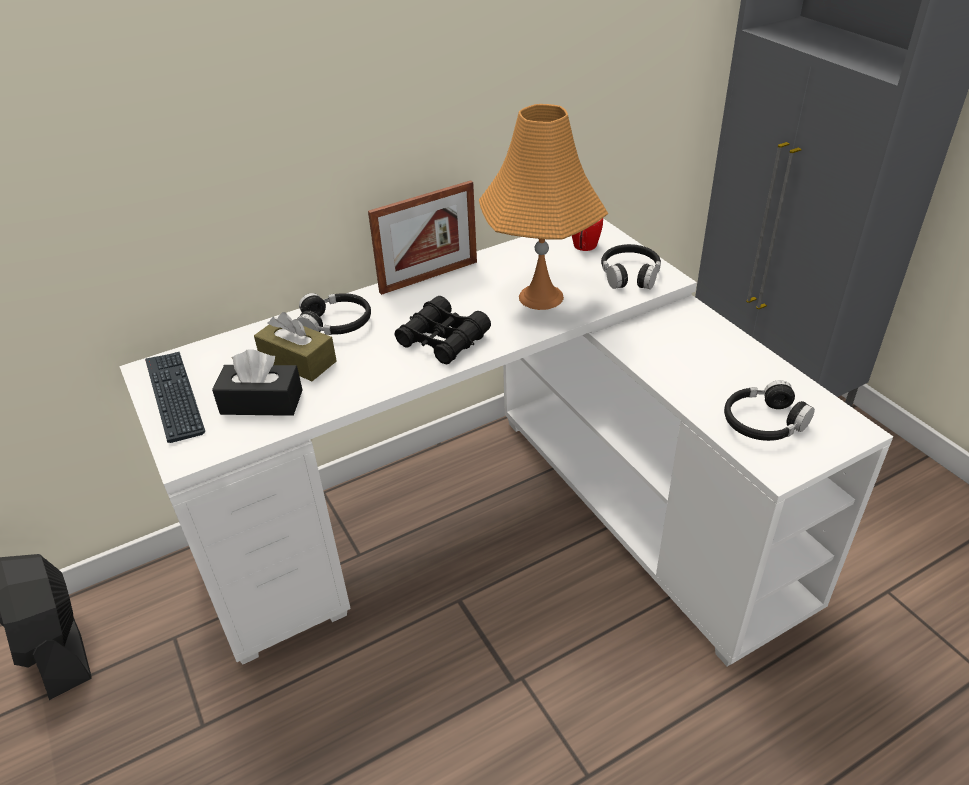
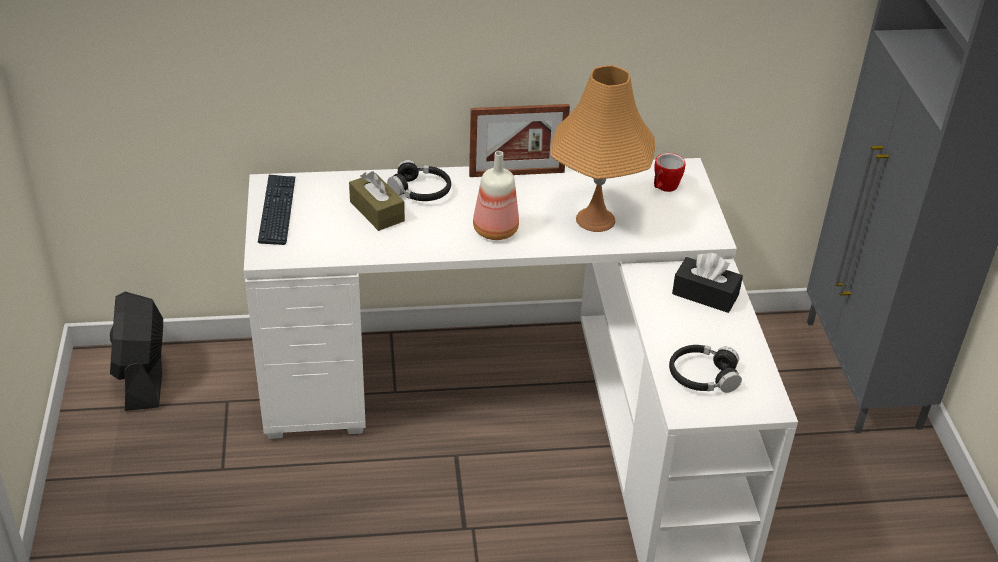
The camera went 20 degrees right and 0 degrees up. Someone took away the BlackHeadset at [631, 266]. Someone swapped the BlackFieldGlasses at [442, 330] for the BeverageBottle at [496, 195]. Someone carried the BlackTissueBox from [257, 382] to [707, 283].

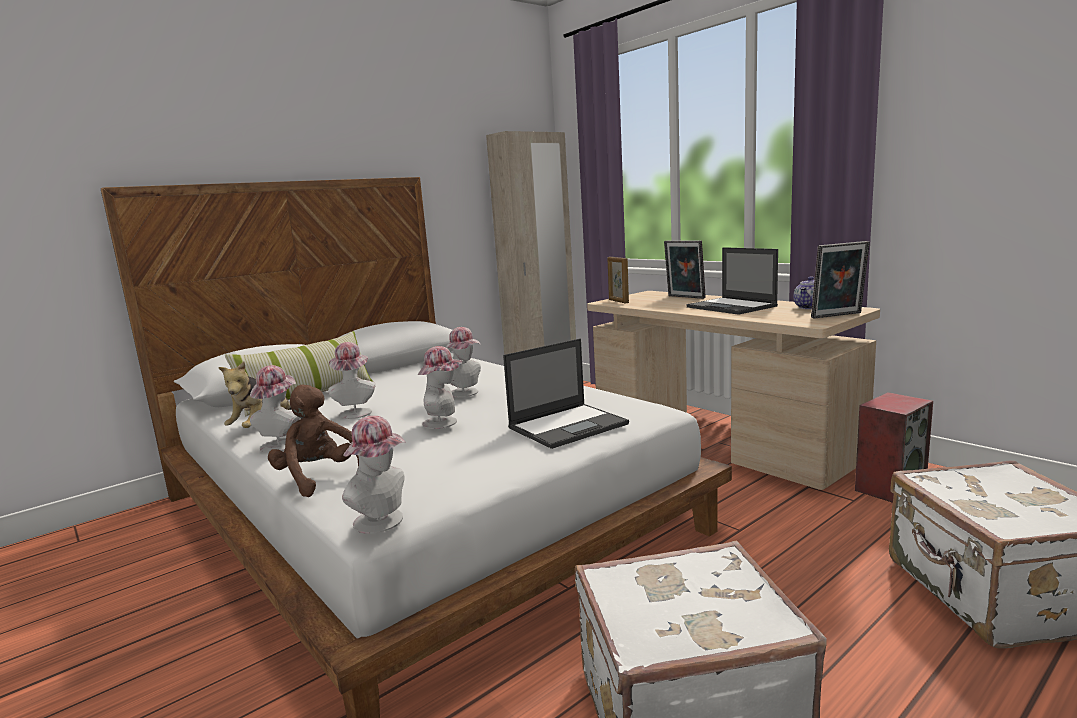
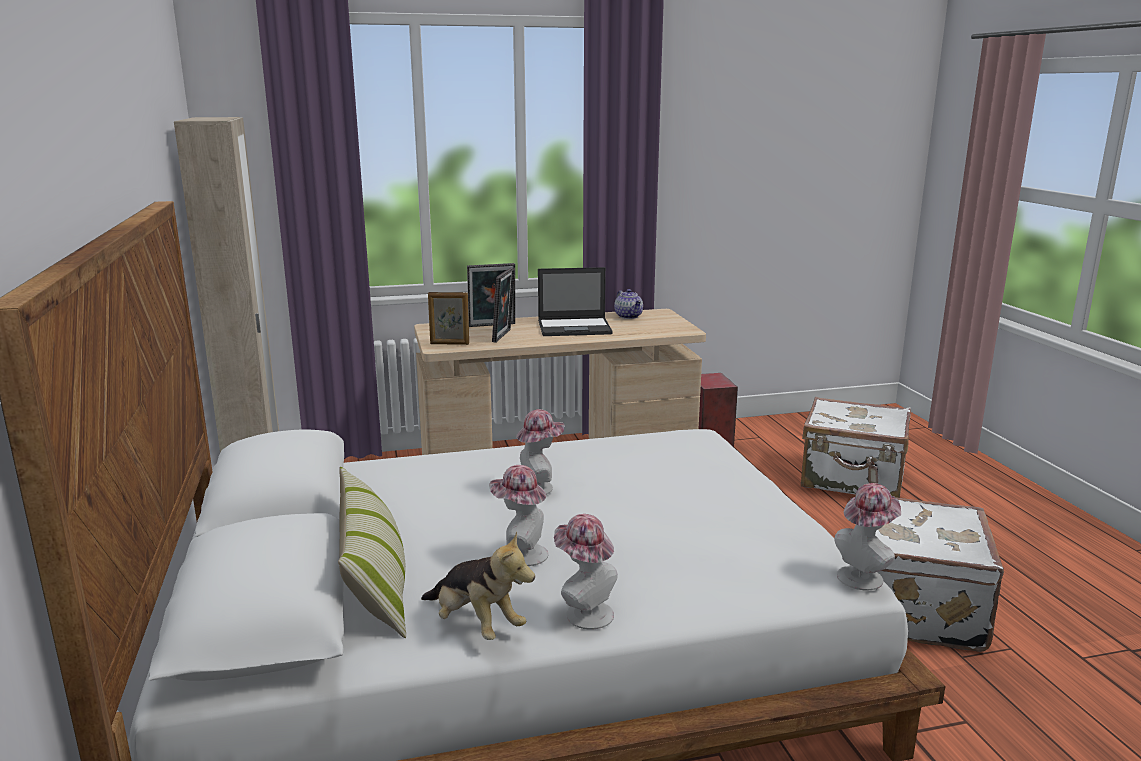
The camera went 65 degrees left and 5 degrees up. Someone carried the StandingFrame from [840, 279] to [503, 305]. Someone took away the Laptop at [566, 393]. Someone took away the WearableHat at [440, 387]. Someone took away the BrownishCuddlyToy at [313, 441].

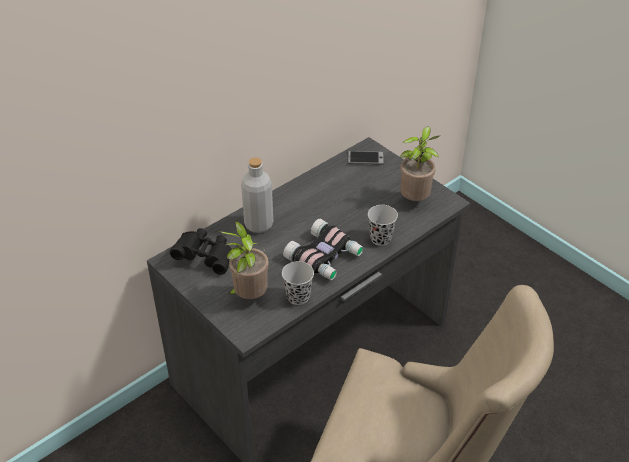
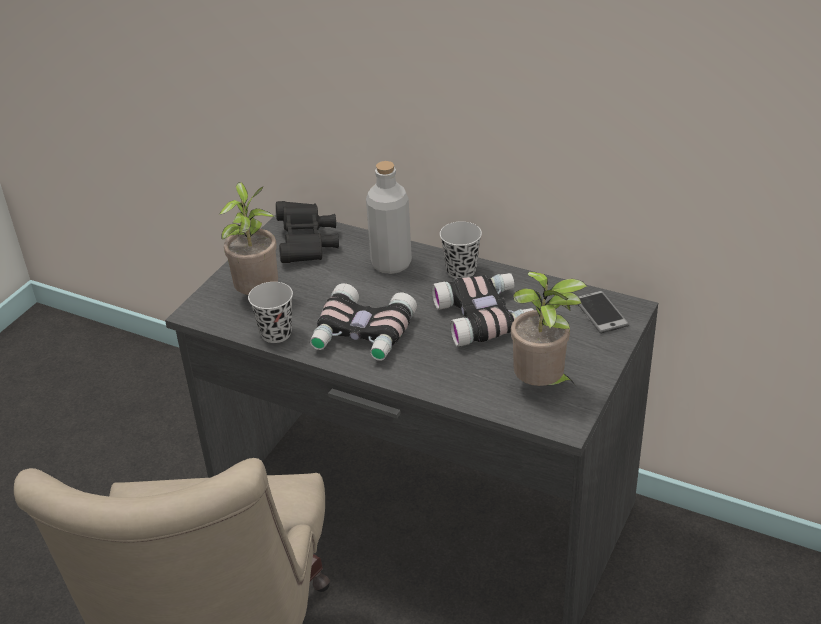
The camera went 70 degrees right and 5 degrees down. Someone carried the BlackDrinkingCup from [383, 225] to [461, 250]. Someone put down the FieldGlasses at [483, 310].

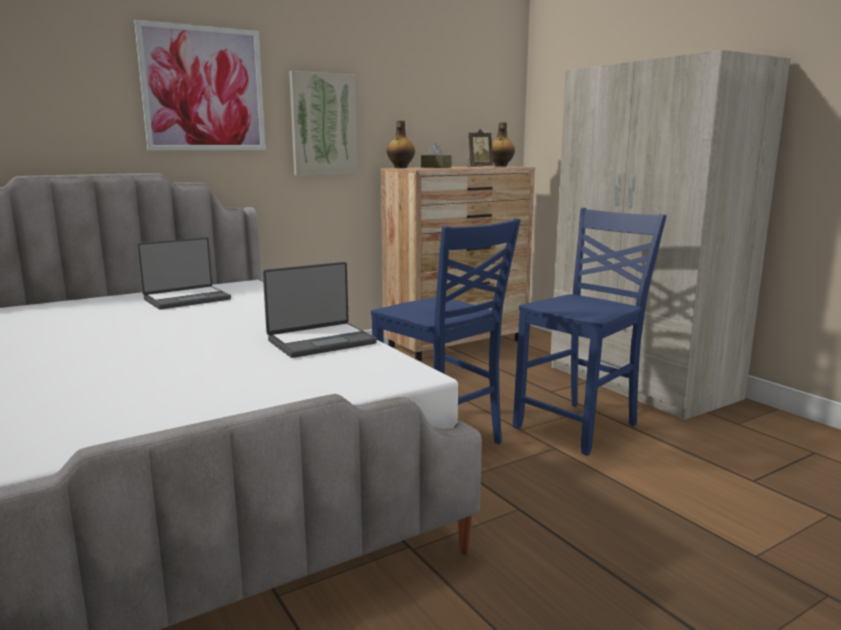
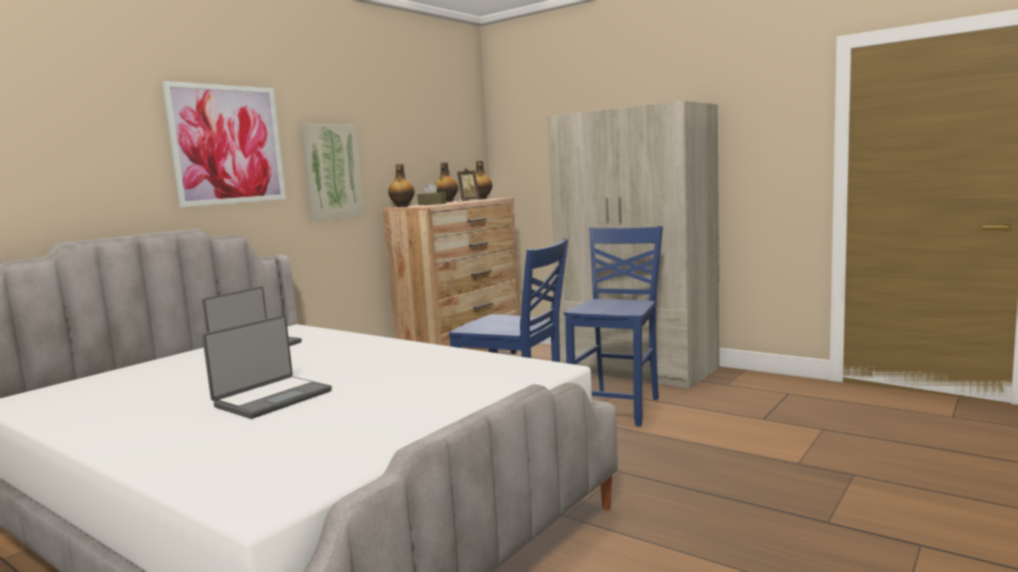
The camera went 20 degrees left and 5 degrees down. Someone carried the Laptop from [320, 310] to [267, 367]. Someone put down the BeverageBottle at [446, 182].

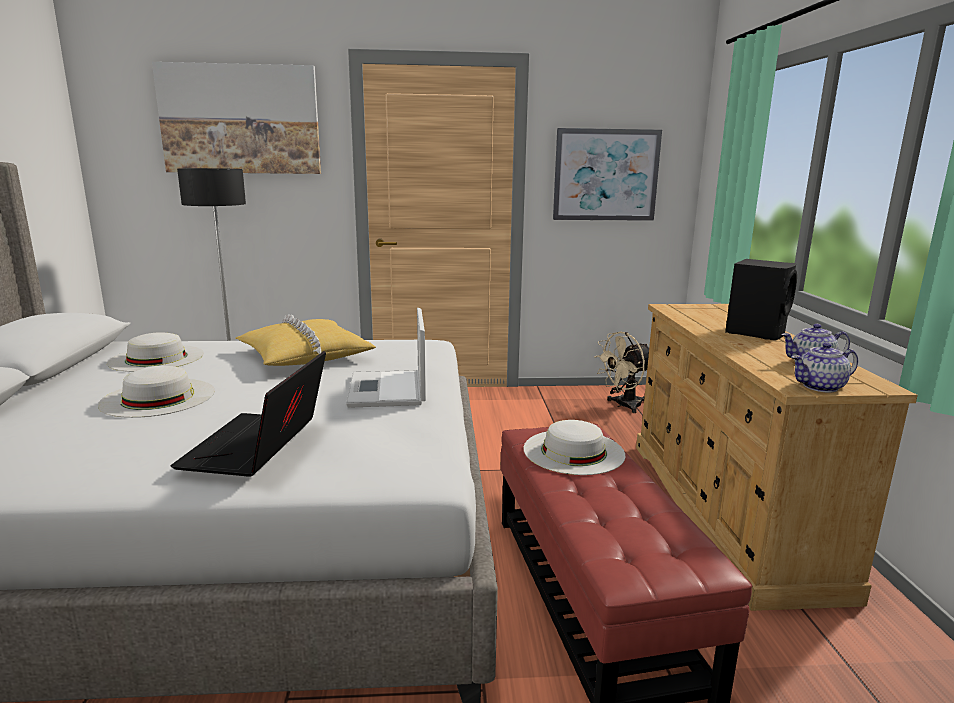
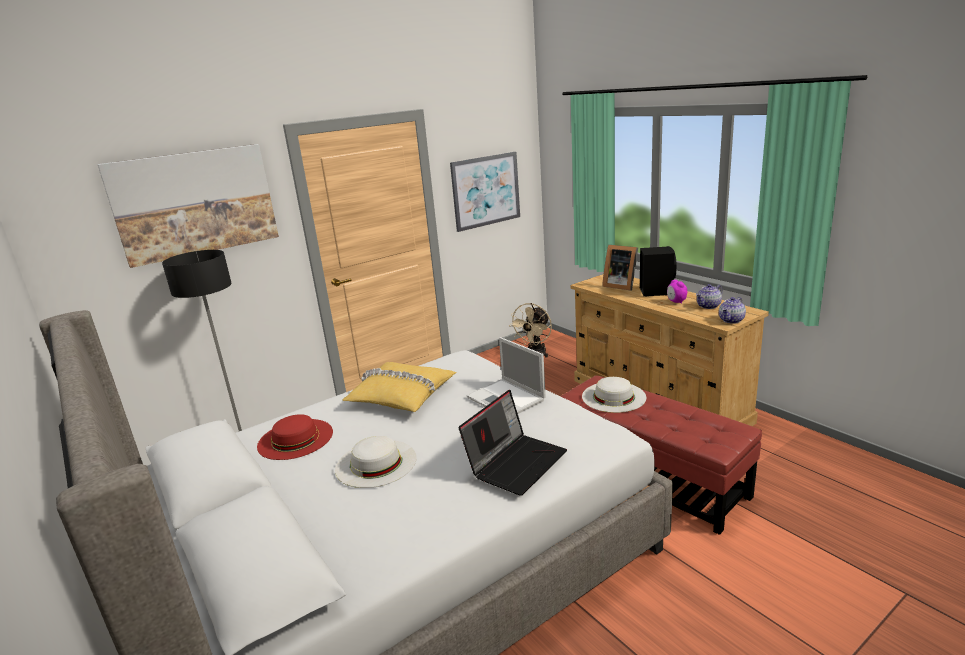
The camera went 30 degrees left and 5 degrees up. Someone repainted the WhiteWearableHat at [155, 352], which became the ReddishWearableHat at [295, 437]. Someone rotated the Laptop at [248, 414] by 120 degrees counterclockwise. Someone put down the StandingFrame at [620, 268]. Someone put down the AlarmClock at [677, 292].

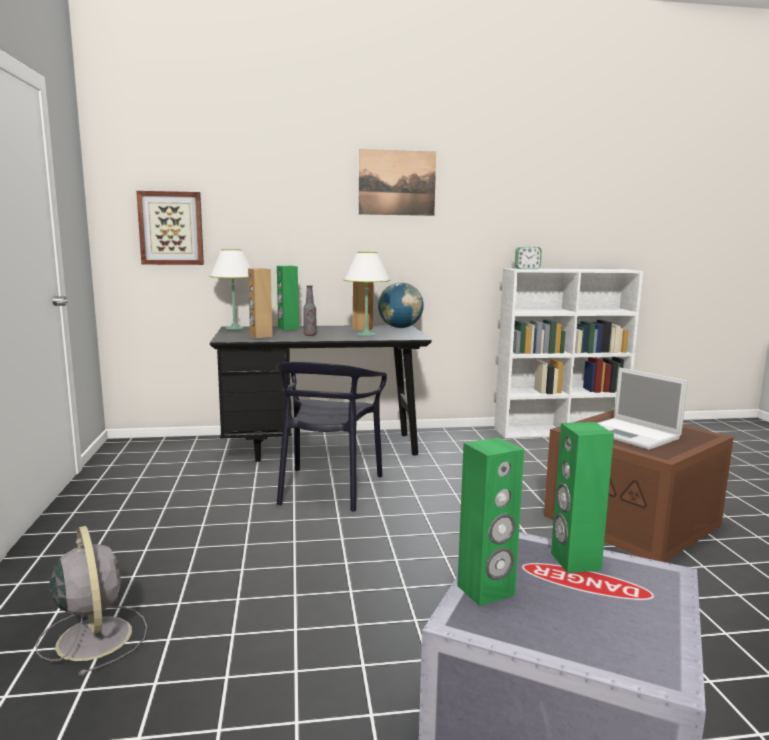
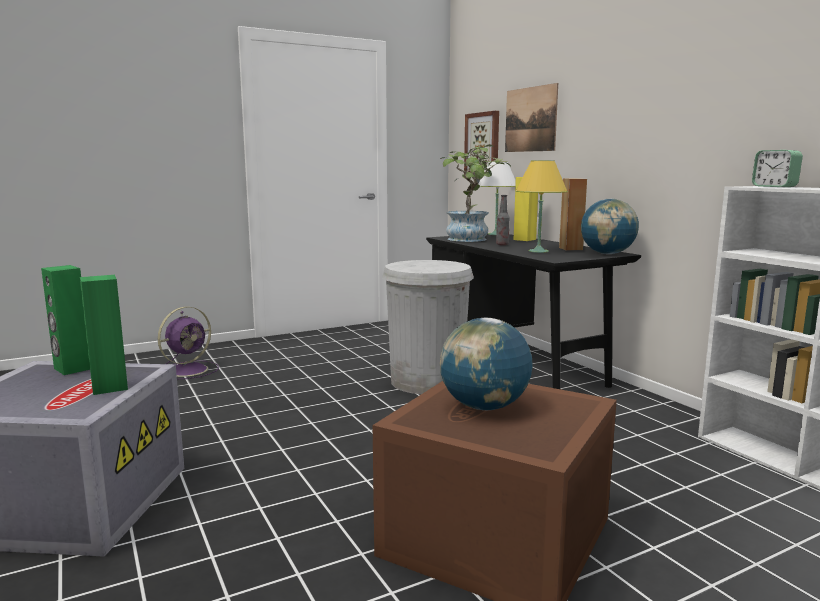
The camera went 70 degrees right and 0 degrees up. Someone carried the WallPicture from [397, 182] to [531, 117]. Someone repainted the WhiteLampForATable at [367, 294], which became the YellowLampForATable at [542, 206]. Someone repainted the GreenColouredSpeaker at [288, 298], which became the YellowSpeaker at [526, 209]. Someone swapped the BrownishSpeaker at [260, 303] for the PottedPlant at [475, 193]. Someone swapped the BlackUprightChair at [331, 437] for the WhiteRubbishBin at [428, 327]. Someone swapped the Laptop at [643, 408] for the WorldGlobe at [486, 364]. Someone repainted the GreyFan at [91, 601], which became the PurpleFan at [188, 343].

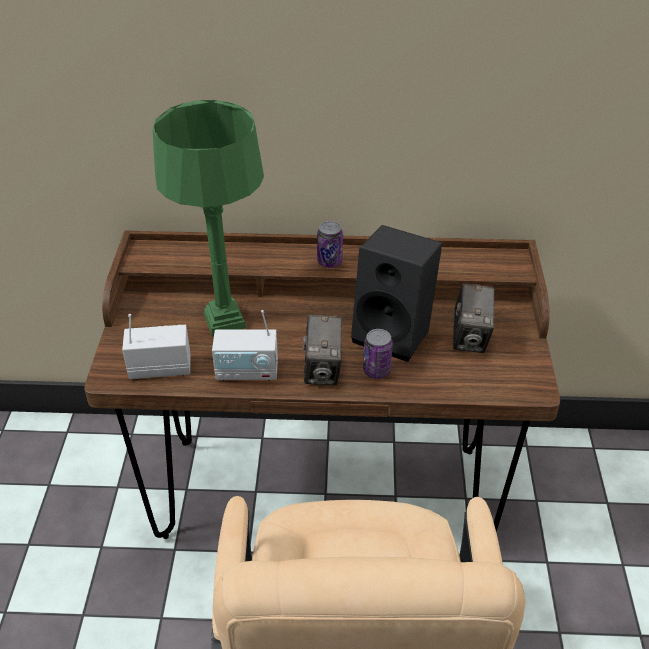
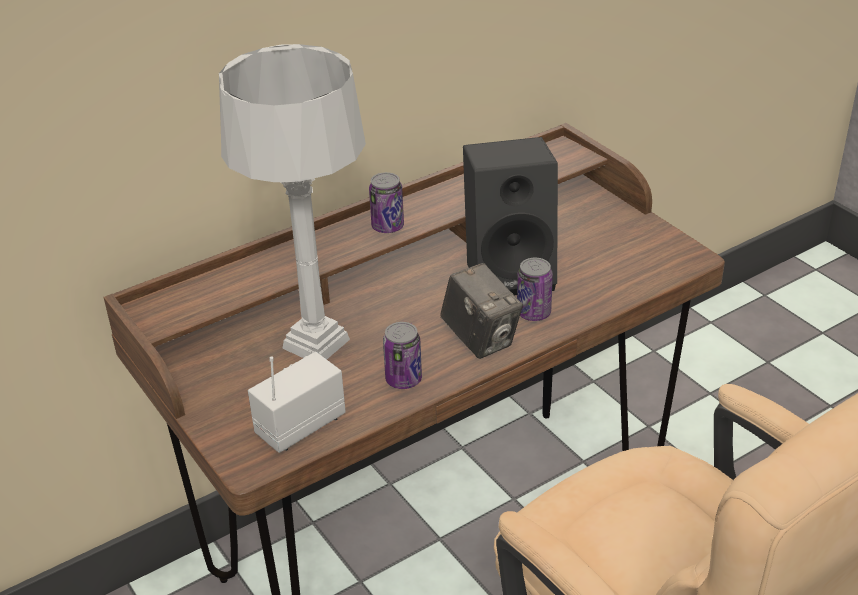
The camera went 35 degrees left and 5 degrees down. Someone repainted the GreenColouredLampForATable at [208, 218], which became the GreyLampForATable at [292, 201]. Someone took away the StillCamera at [474, 318]. Someone swapped the Radio at [245, 345] for the MetalCan at [402, 355].

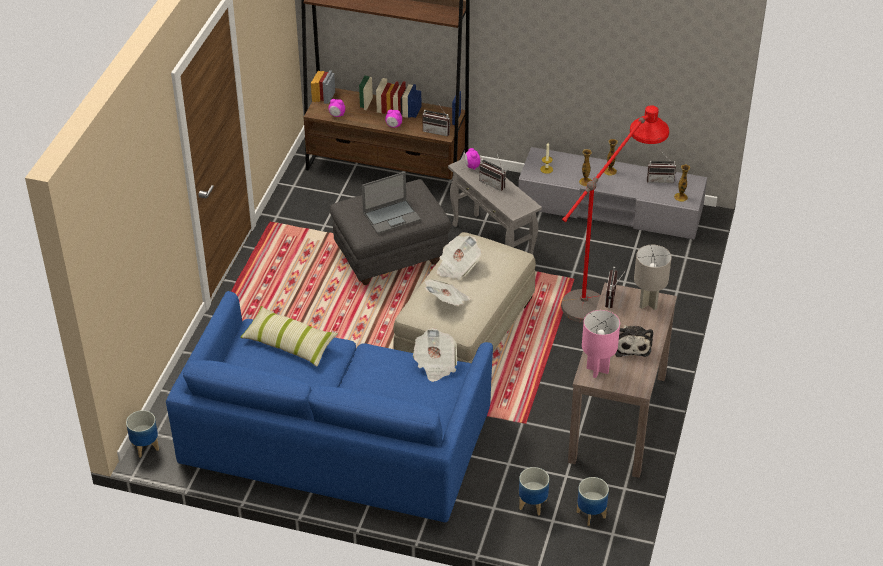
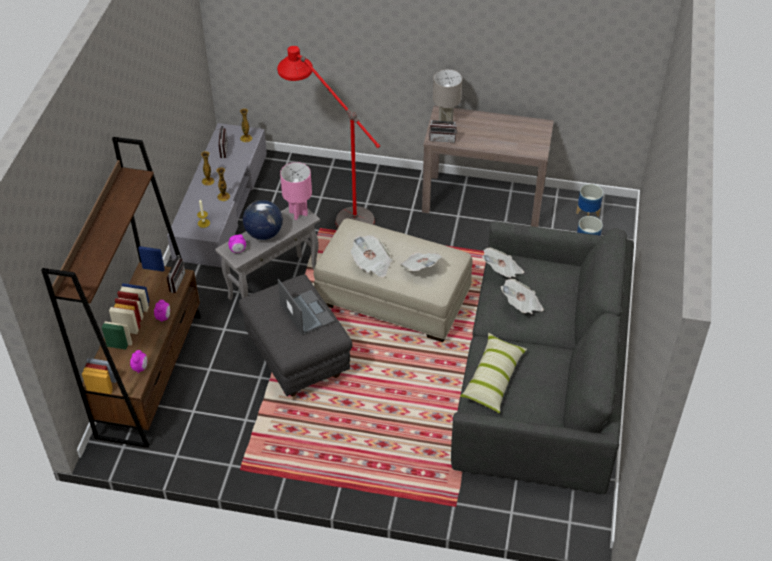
The camera went 95 degrees left and 5 degrees up. Someone swapped the Radio at [492, 172] for the WorldGlobe at [263, 220]. Someone repainted the BluishSettee at [329, 406], which became the GreySettee at [542, 357]. Someone carried the PinkColouredLampForATable from [601, 344] to [296, 191]. Someone took away the CuddlyToy at [634, 341]. Someone took away the FlowerPot at [142, 434]. Someone put down the PrintedPaper at [522, 296].

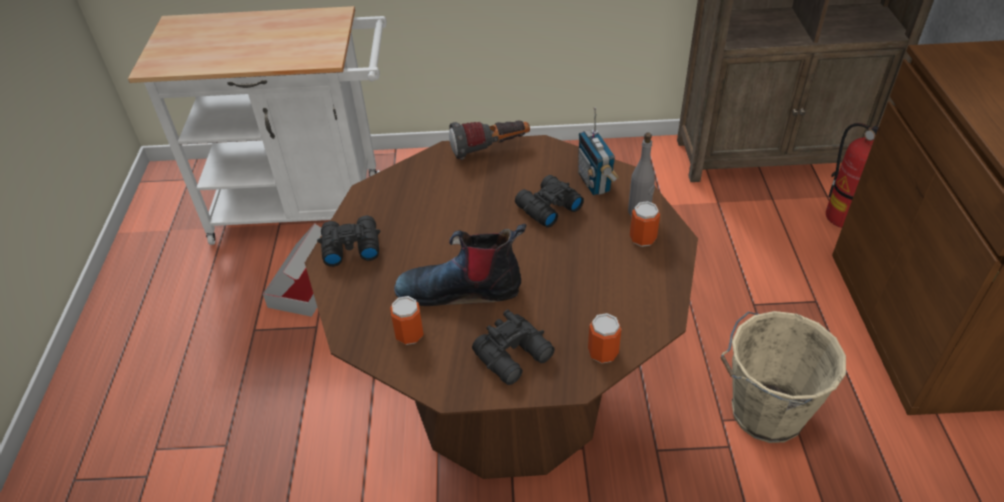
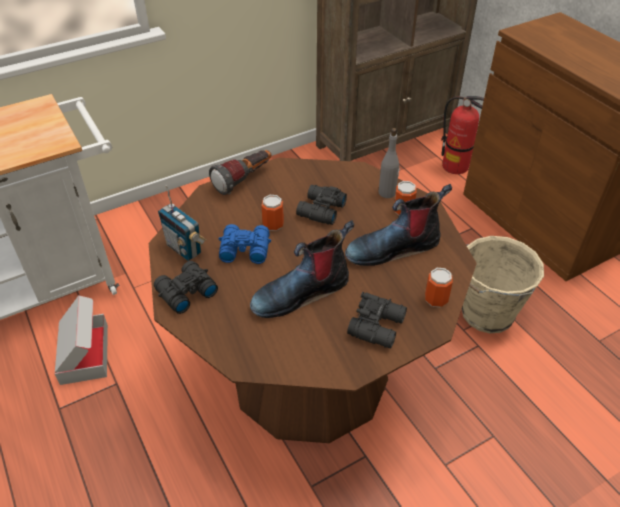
The camera went 30 degrees left and 0 degrees up. Someone carried the Radio from [598, 152] to [182, 223]. Someone carried the MetalCan from [407, 320] to [272, 213]. Someone put down the HighTopBoot at [398, 225]. Someone put down the BluishFieldGlasses at [245, 244].

